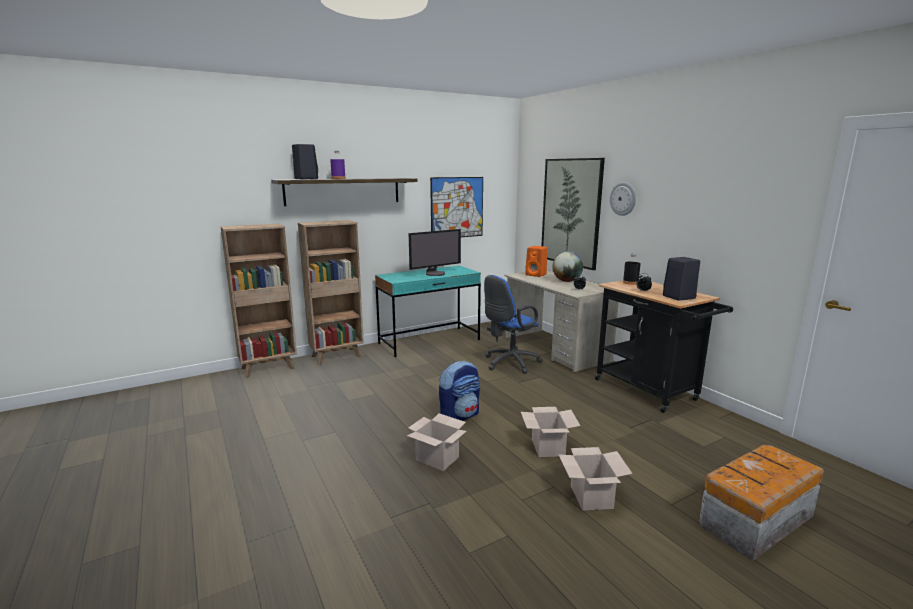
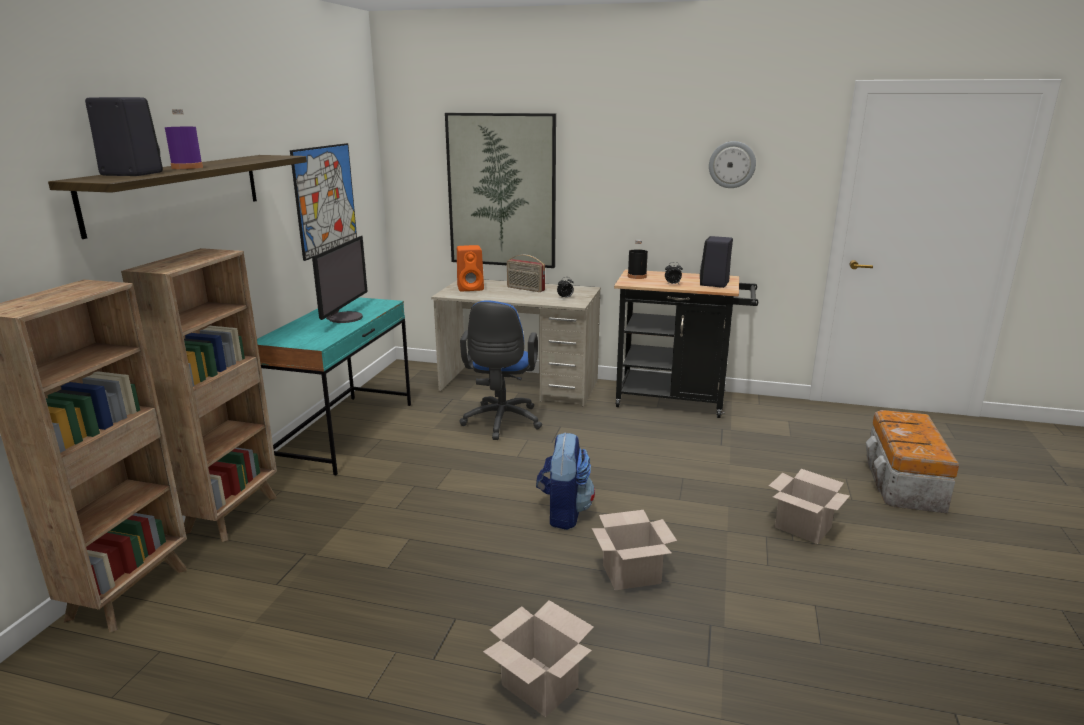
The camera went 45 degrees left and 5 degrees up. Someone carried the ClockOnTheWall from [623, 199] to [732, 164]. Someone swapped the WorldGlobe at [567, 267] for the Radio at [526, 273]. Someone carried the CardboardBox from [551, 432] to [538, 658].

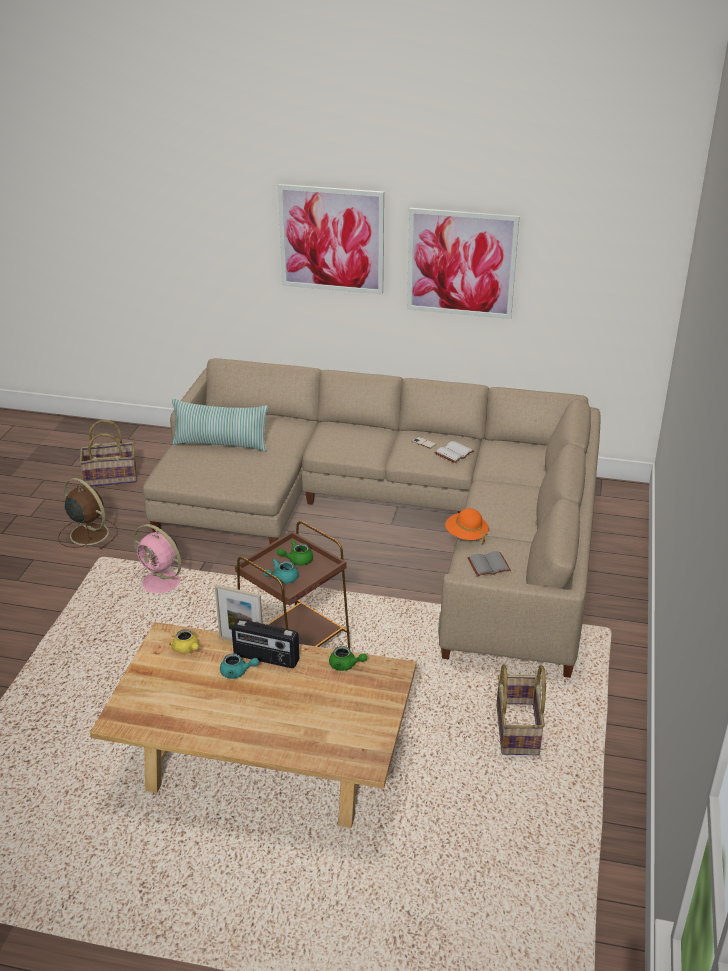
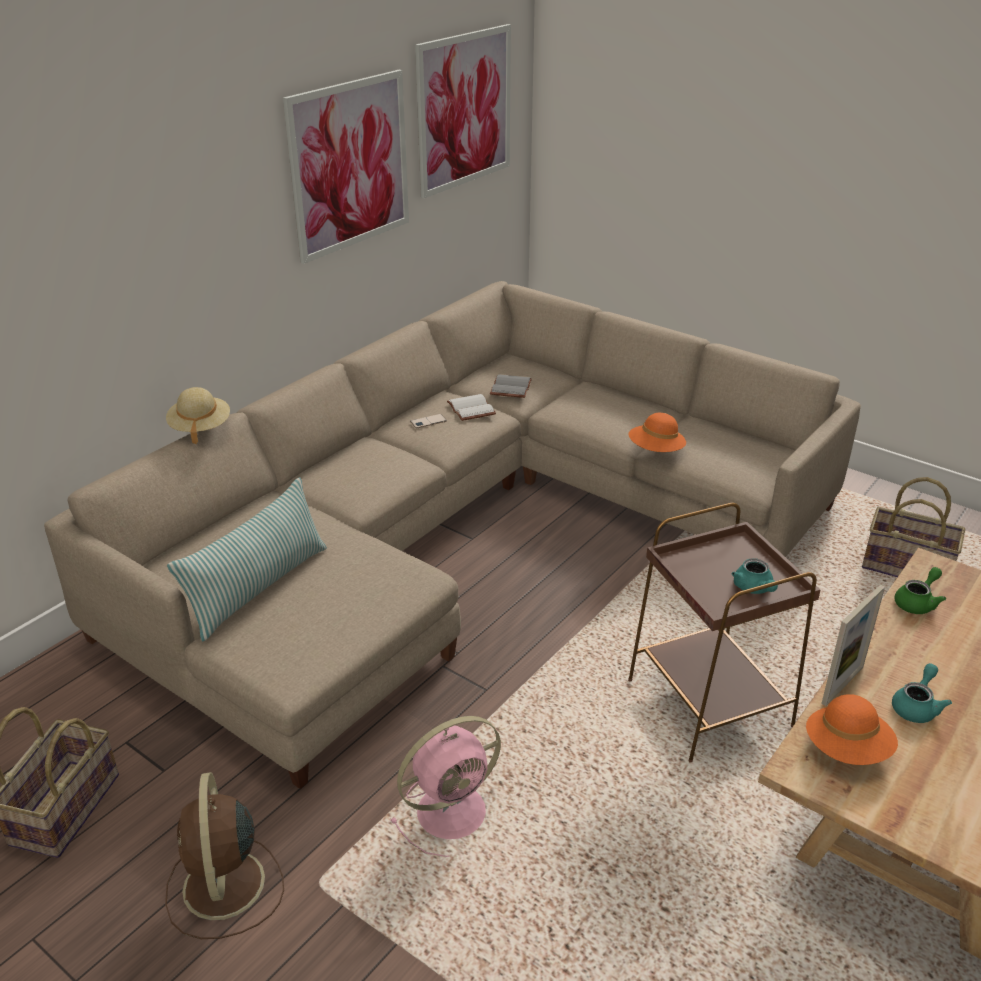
The camera went 65 degrees left and 0 degrees up. Someone carried the WallPicture from [331, 239] to [463, 111]. Someone rotated the BrownishFan at [88, 513] by 75 degrees counterclockwise. Someone took away the GreenColouredTeaPot at [295, 552]. Someone carried the GreyBook from [489, 563] to [511, 386]. Someone took away the Radio at [265, 643]. Someone swapped the YellowTeaPot at [184, 641] for the OrangeColouredWearableHat at [852, 729]. Someone put down the SandColouredWearableHat at [198, 415].

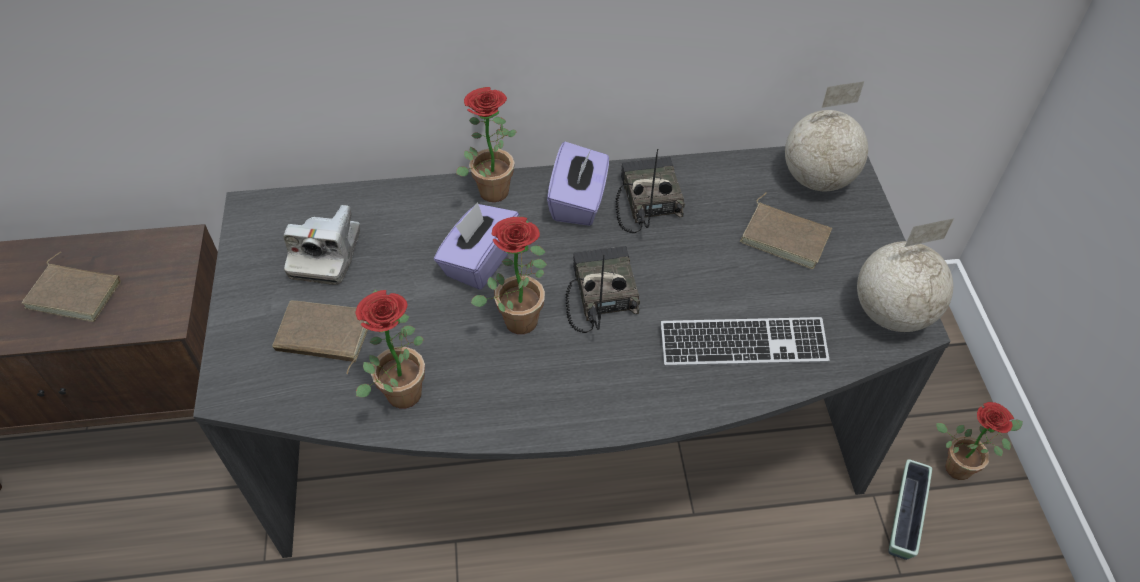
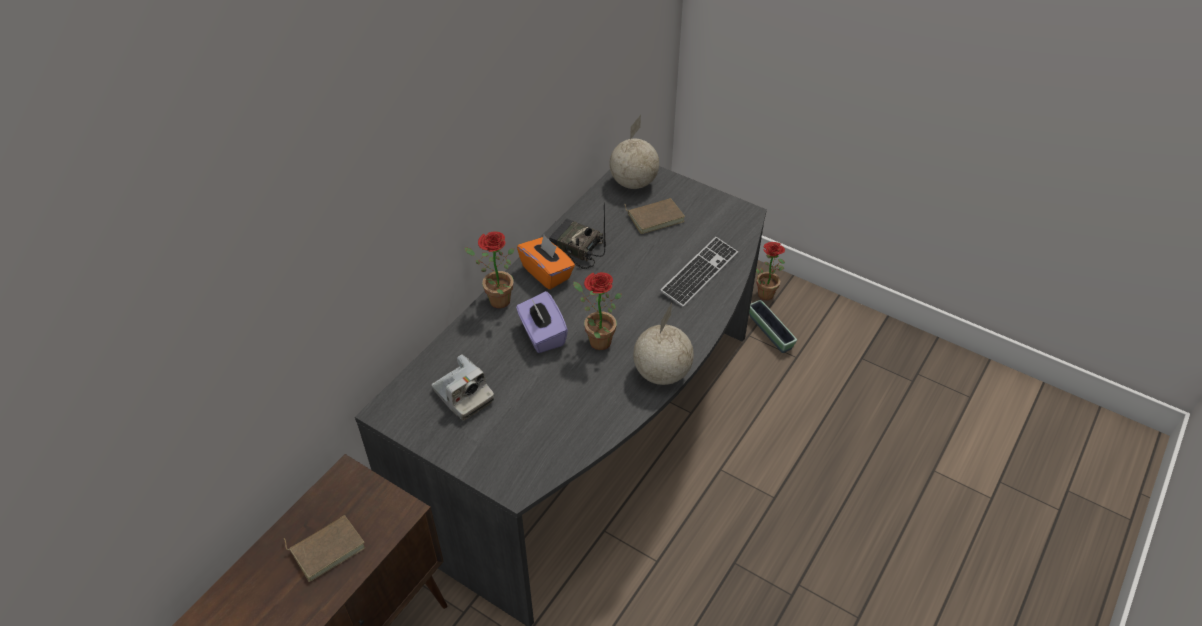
The camera went 50 degrees left and 5 degrees down. Someone repainted the PurpleTissueBox at [578, 184], which became the OrangeColouredTissueBox at [546, 262]. Someone carried the WorldGlobe from [905, 275] to [663, 344]. Someone took away the Radio at [602, 289]. Someone took away the PottedPlant at [390, 349]. Someone took away the BrownishBook at [320, 337].

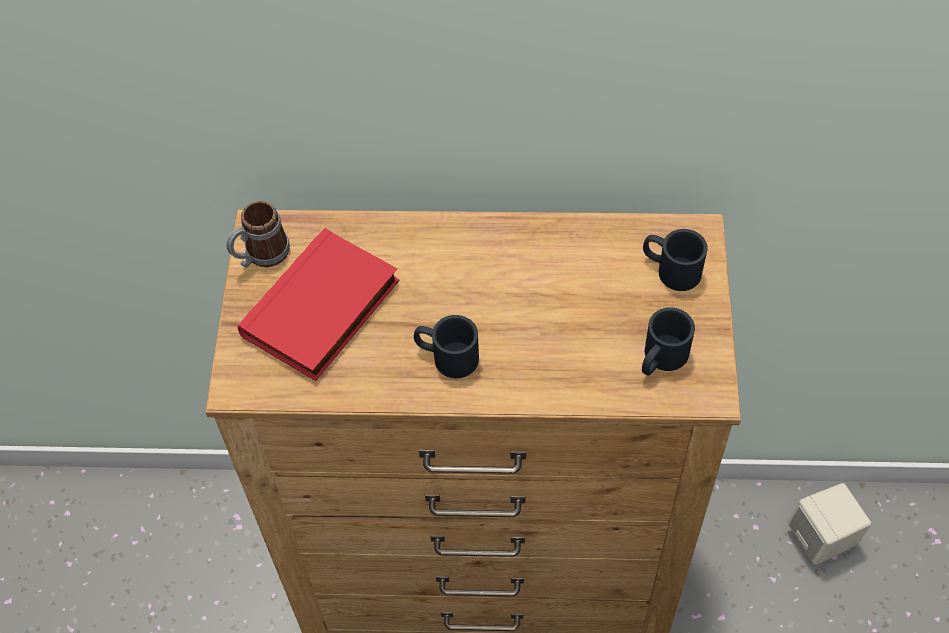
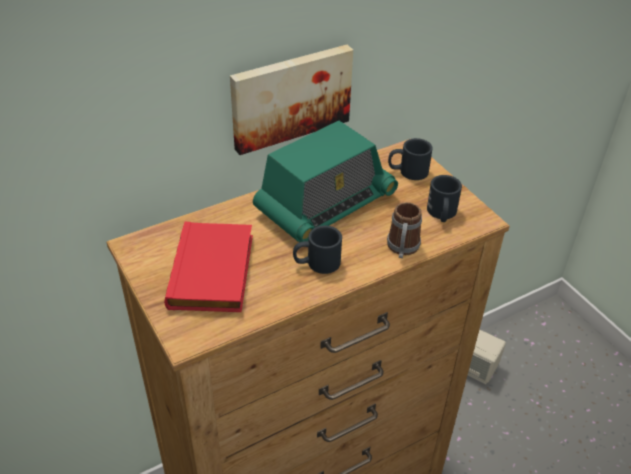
The camera went 35 degrees left and 15 degrees down. Someone carried the CoffeeMug from [258, 234] to [404, 230]. Someone put up the WallPicture at [291, 100]. Someone put down the Radio at [325, 181].

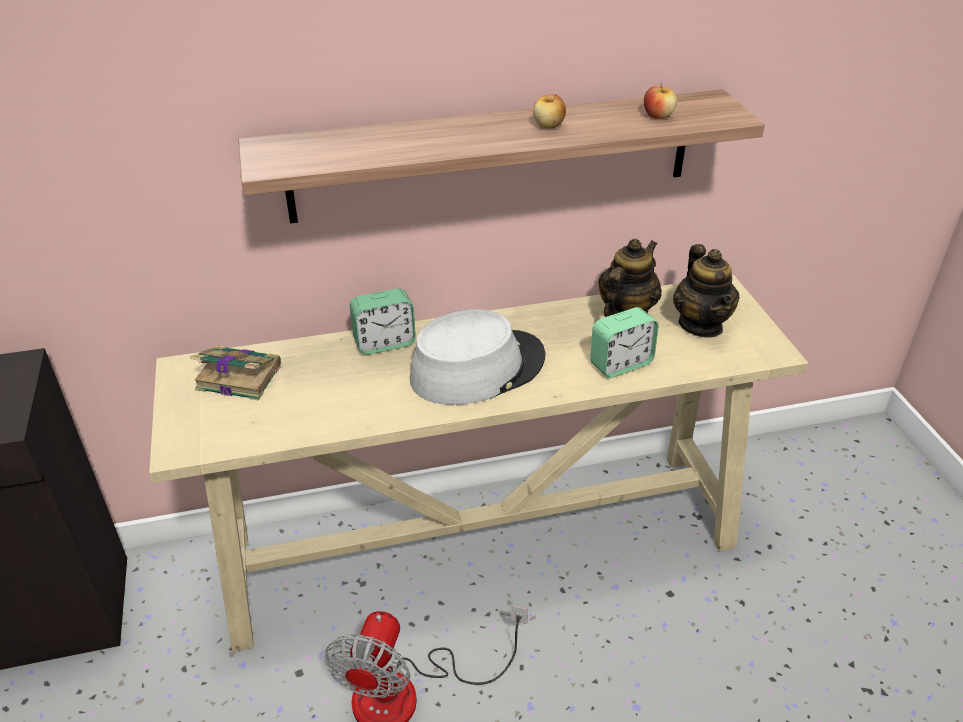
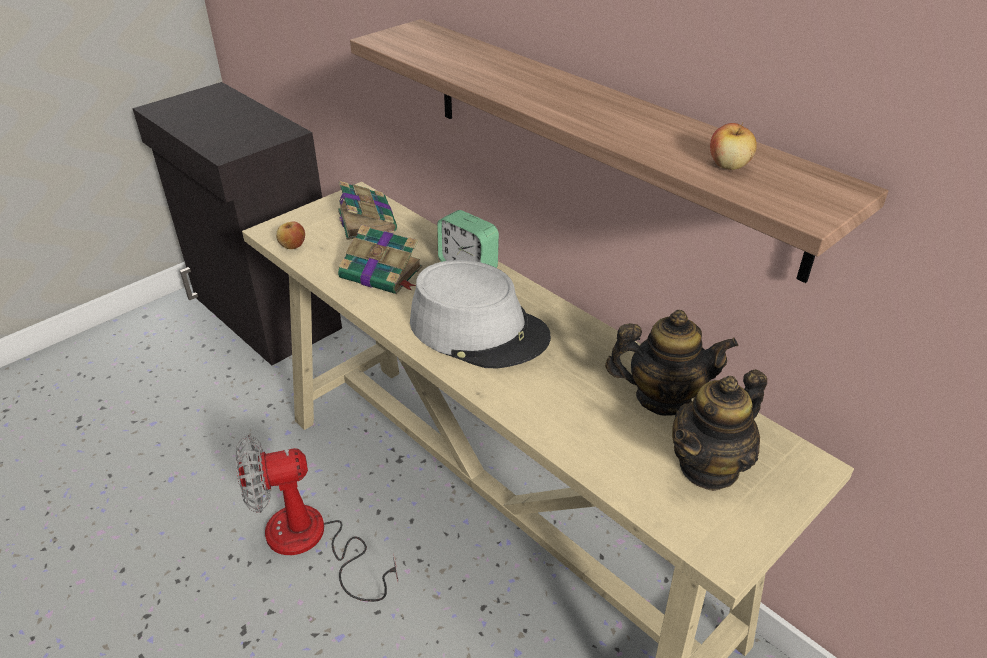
The camera went 60 degrees right and 0 degrees up. Someone carried the WholeApple from [549, 111] to [290, 235]. Someone took away the AlarmClock at [624, 342]. Someone put down the Book at [380, 259].

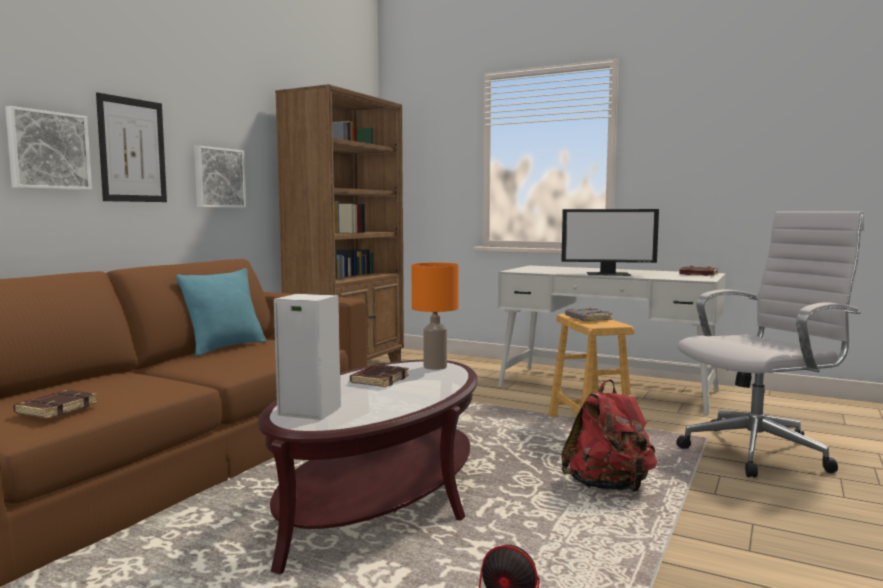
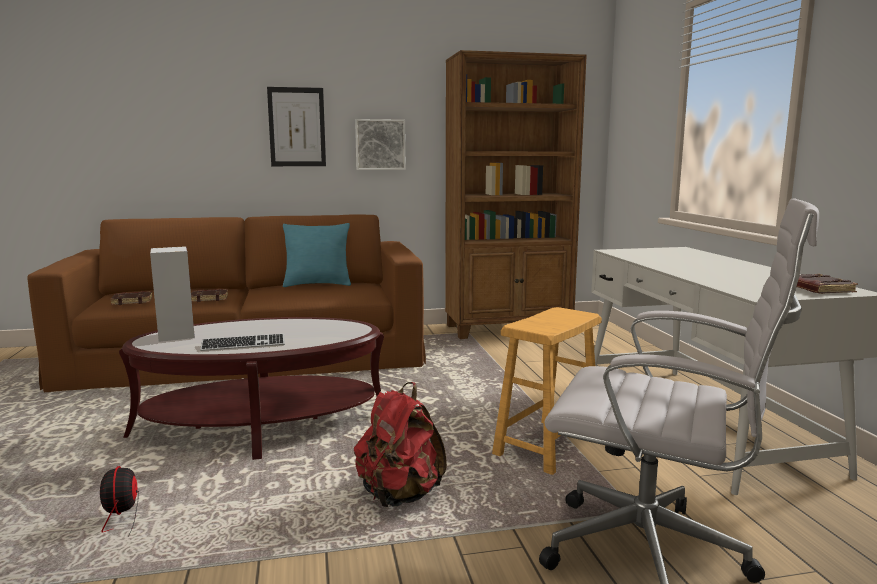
The camera went 50 degrees right and 5 degrees up. Someone took away the WallPicture at [48, 148]. Someone took away the Monitor at [610, 242]. Someone took away the OrangeColouredLampForATable at [435, 316]. Someone took away the GreyBook at [588, 314]. Someone carried the BrownishBook from [379, 375] to [209, 295]. Someone put down the ComputerKeyboard at [242, 342].

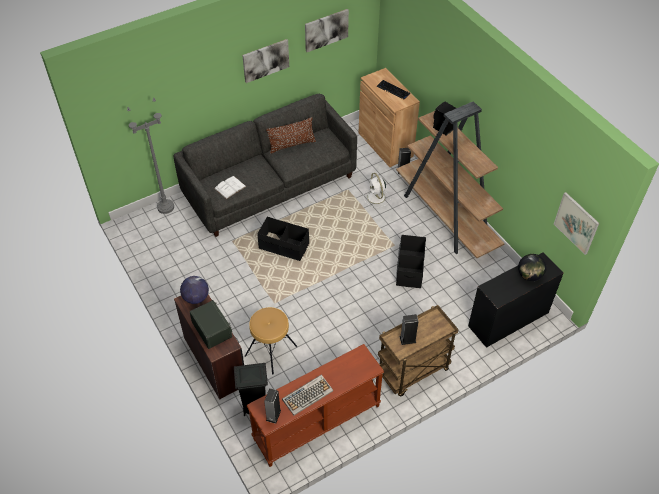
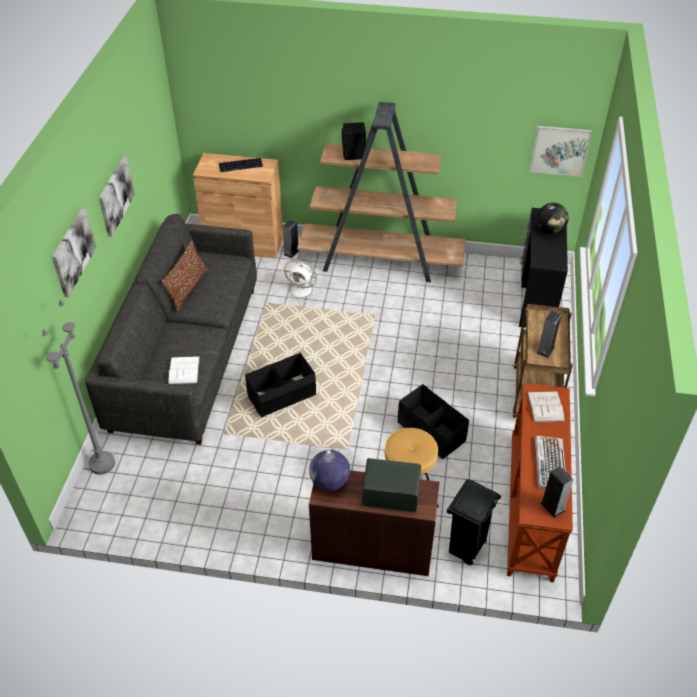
The camera went 50 degrees left and 5 degrees down. Someone carried the WallPicture from [327, 30] to [74, 252]. Someone carried the BlackStorageBox from [411, 261] to [433, 421]. Someone put down the WhiteBook at [546, 407].

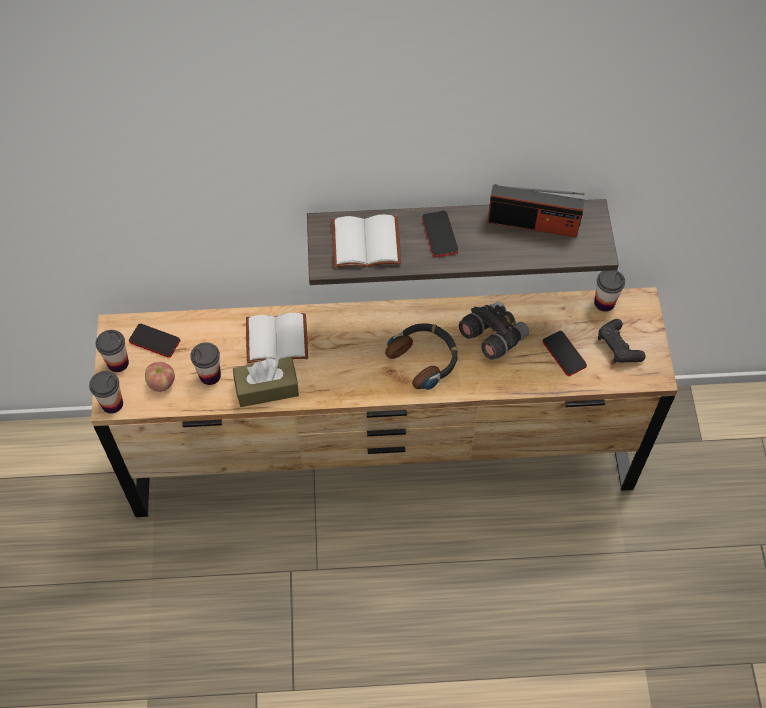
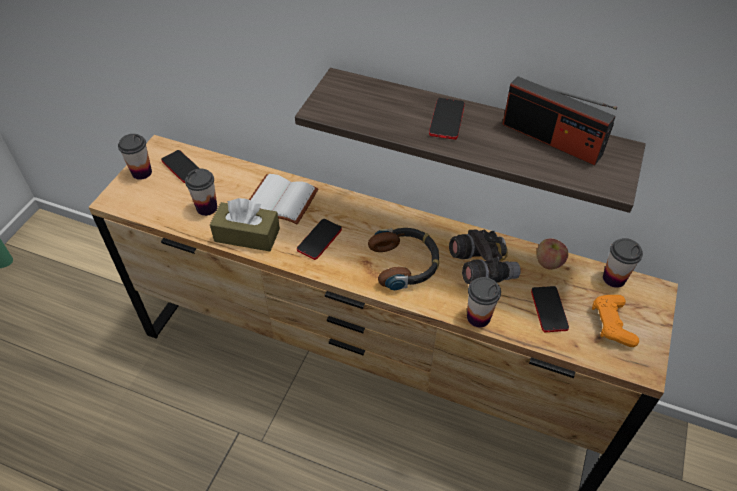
The camera went 25 degrees right and 10 degrees down. Someone took away the WhiteBook at [366, 241]. Someone repainted the BlackGamepad at [622, 341], which became the OrangeColouredGamepad at [615, 321]. Someone carried the WholeApple from [160, 377] to [552, 254]. Someone carried the DrinkingCup from [106, 392] to [484, 302]. Someone put down the Handset at [319, 239].

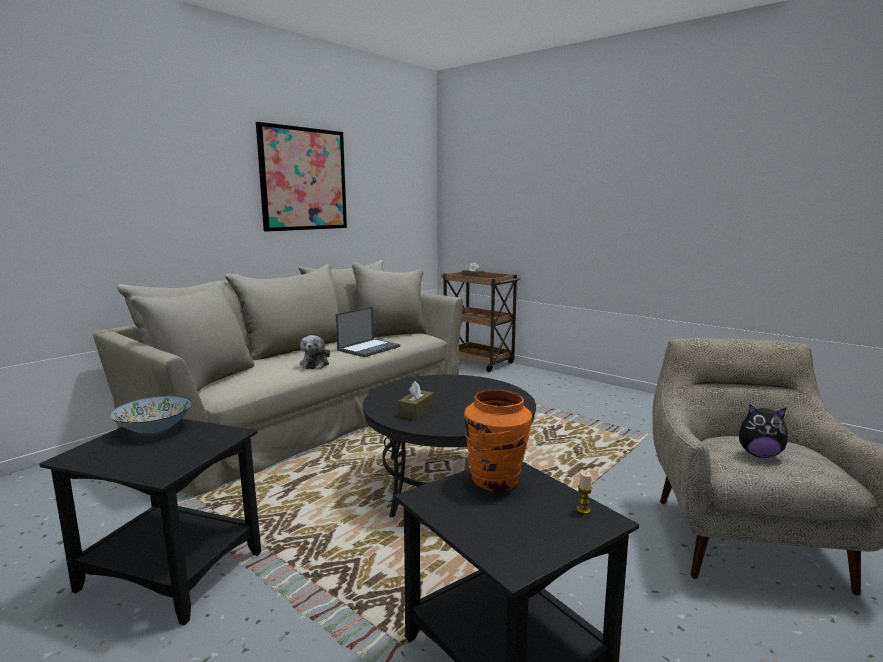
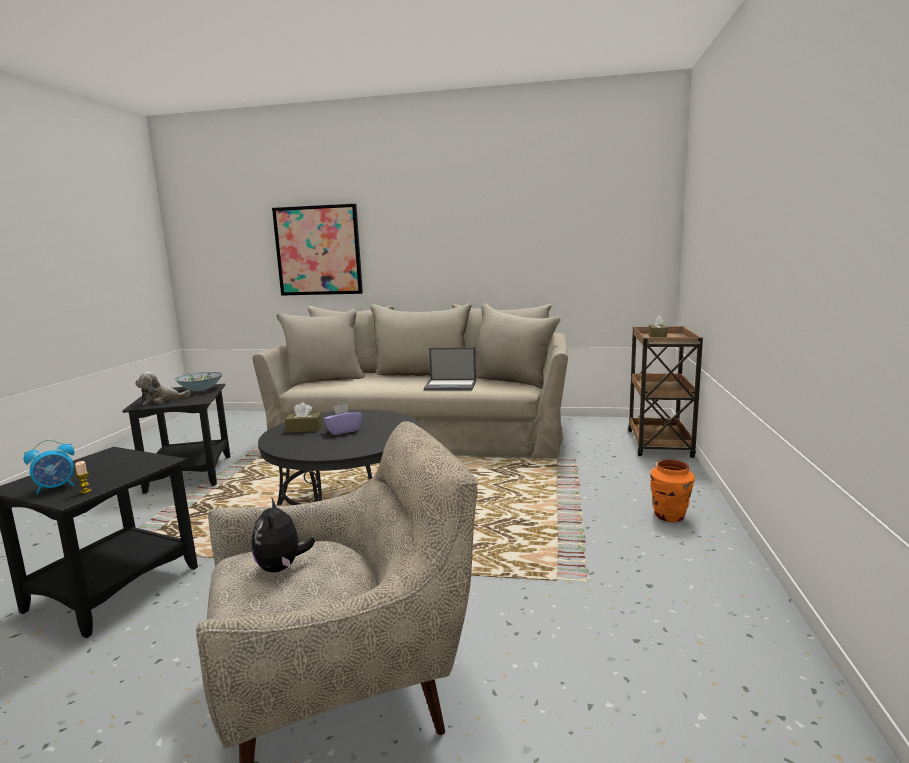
The camera went 60 degrees right and 0 degrees up. Someone carried the WallPicture from [301, 177] to [317, 250]. Someone carried the CuddlyToy from [315, 352] to [163, 388]. Someone carried the OrangeColouredVase from [498, 440] to [672, 490]. Someone put down the PurpleTissueBox at [343, 419]. Someone put down the AlarmClock at [49, 467].

